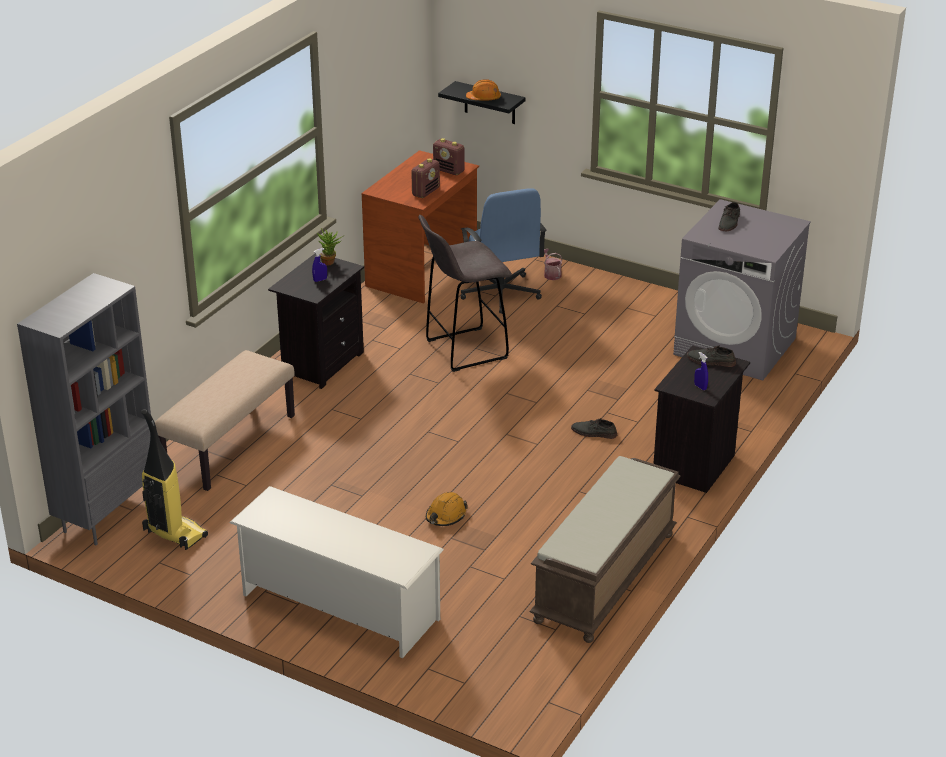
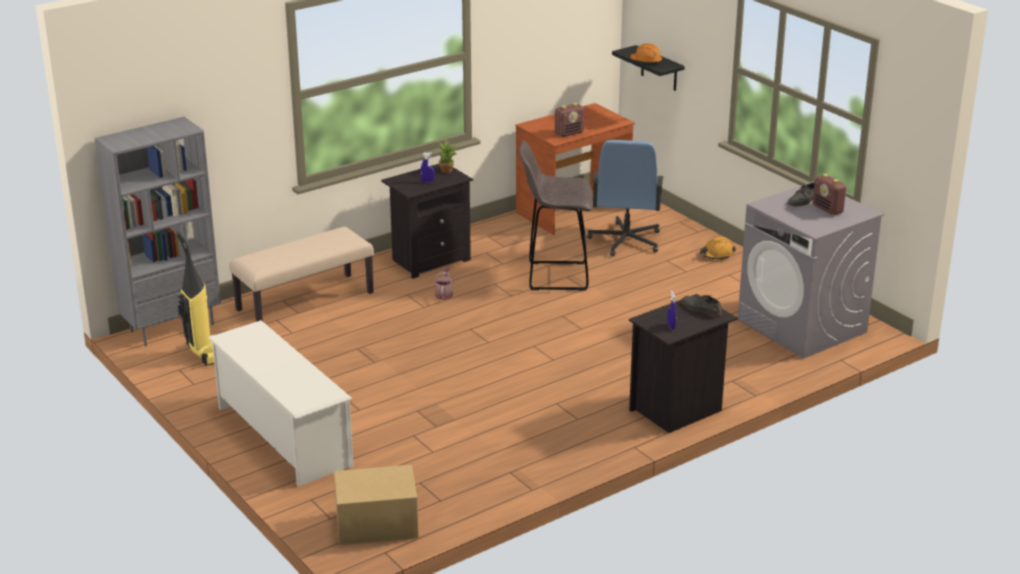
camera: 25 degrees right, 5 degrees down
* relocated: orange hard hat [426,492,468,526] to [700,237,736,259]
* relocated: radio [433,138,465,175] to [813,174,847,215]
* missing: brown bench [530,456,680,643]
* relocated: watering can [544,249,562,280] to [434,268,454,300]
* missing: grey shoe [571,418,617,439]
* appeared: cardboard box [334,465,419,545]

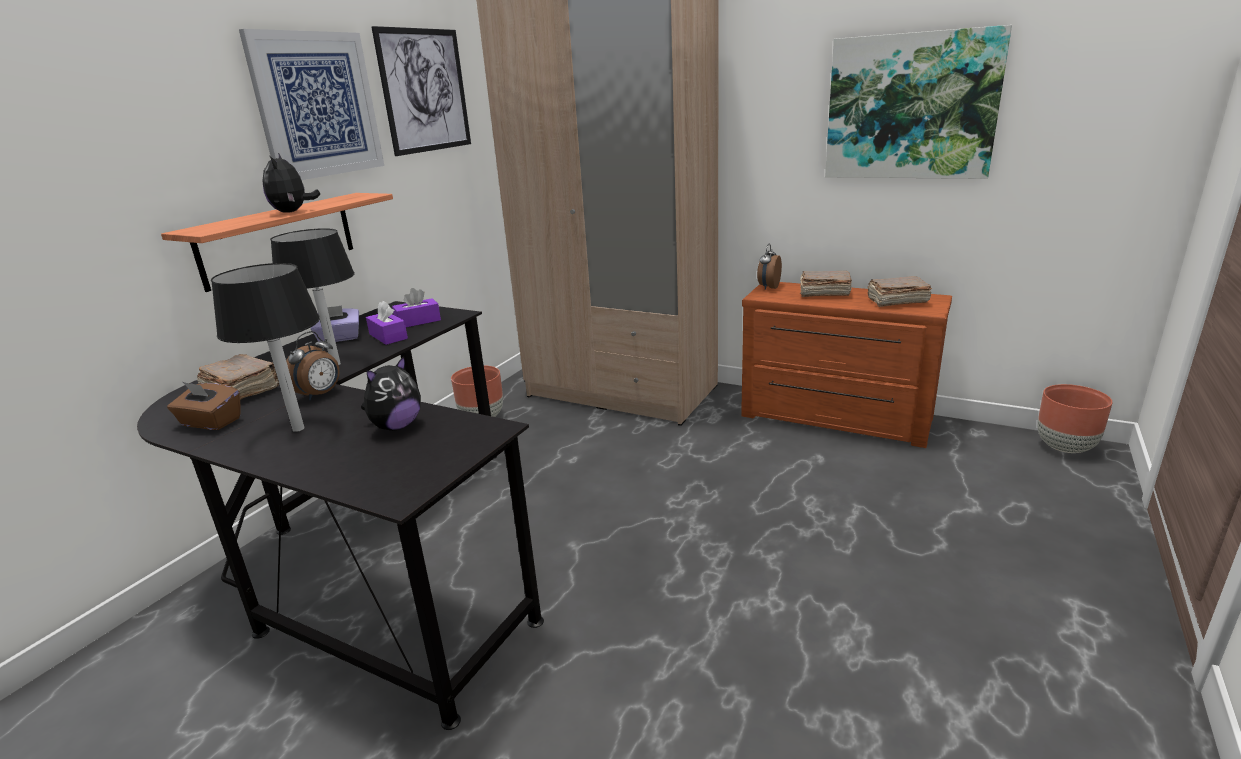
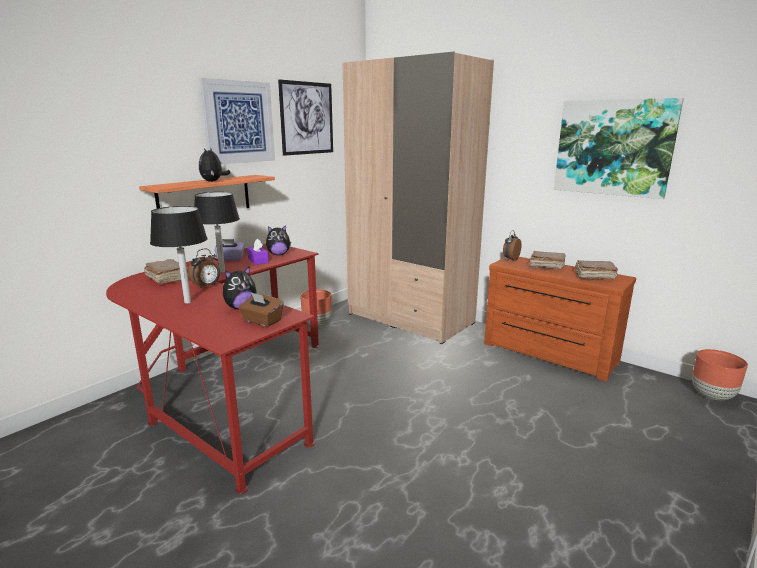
camera: 10 degrees right, 5 degrees down
* colour: black desk [137,301,544,730] to red desk [106,244,319,494]
* relocated: brown tissue box [167,382,240,430] to [238,292,284,327]
* exchanged: purple tissue box [392,288,441,327] to plush toy [266,225,291,255]

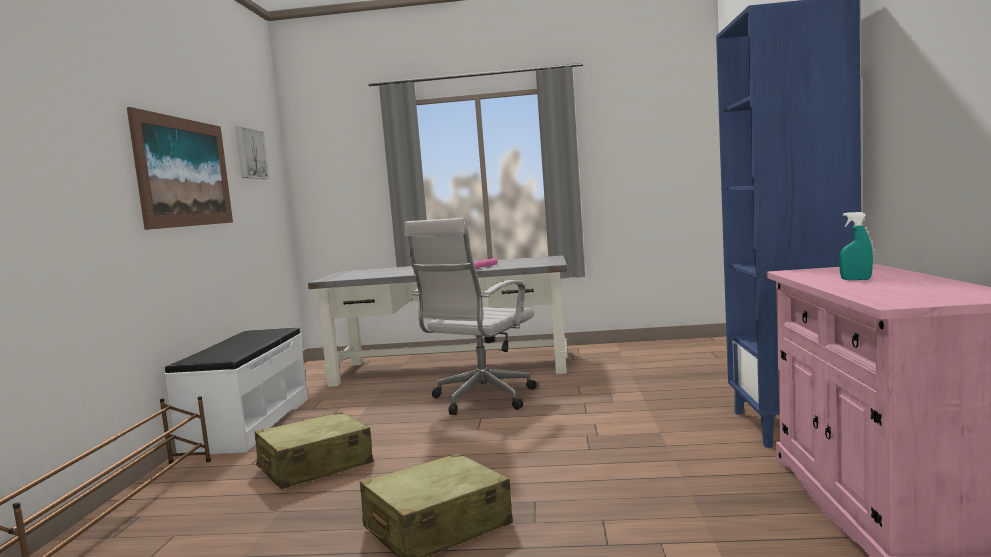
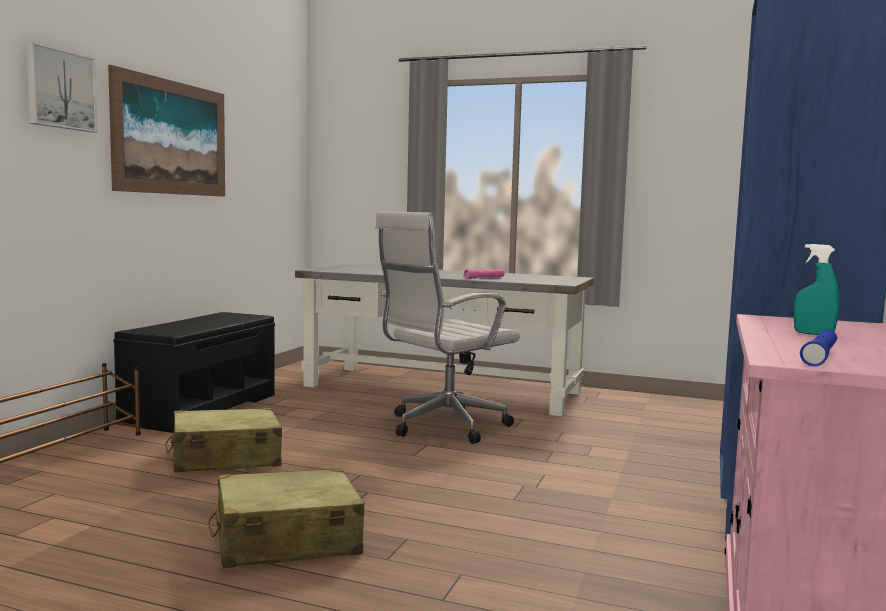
camera: 15 degrees right, 0 degrees up
* colour: white bench [165,328,308,454] to black bench [113,312,275,433]
* relocated: picture [236,126,269,179] to [26,42,97,132]
* appeared: blue flashlight [800,330,837,366]

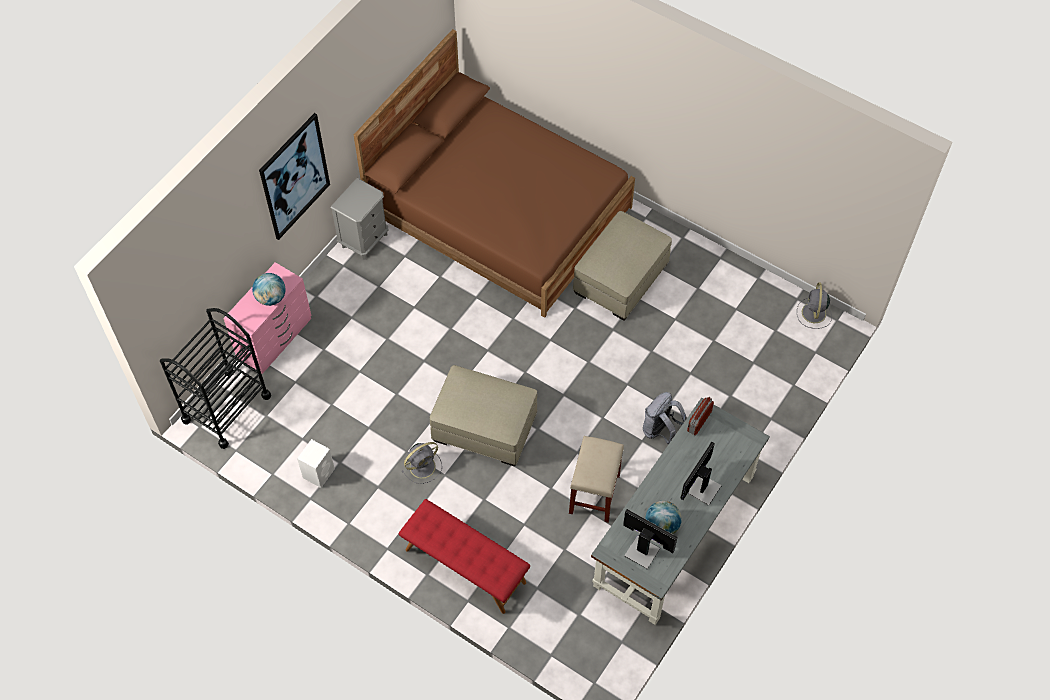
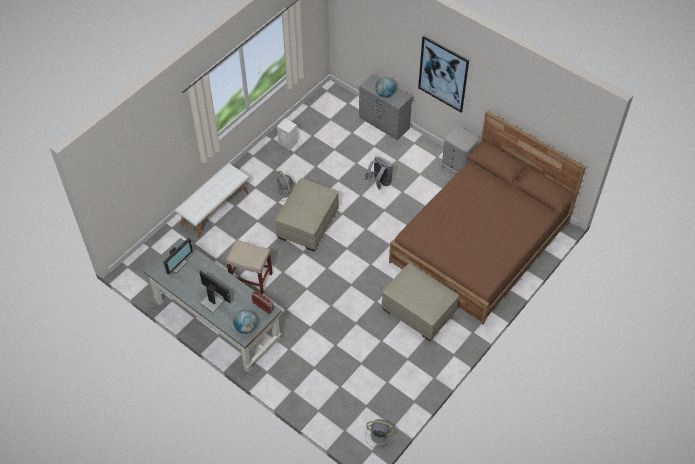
camera: 95 degrees right, 5 degrees down
* missing: black cart [160,308,271,449]
* colour: pink dresser [223,262,312,374] to grey dresser [359,74,412,141]
* colour: red bench [399,499,530,614] to white bench [175,163,249,238]
* relocated: grey backpack [643,392,687,445] to [365,156,393,190]
* relocated: globe [646,501,682,534] to [233,310,257,334]

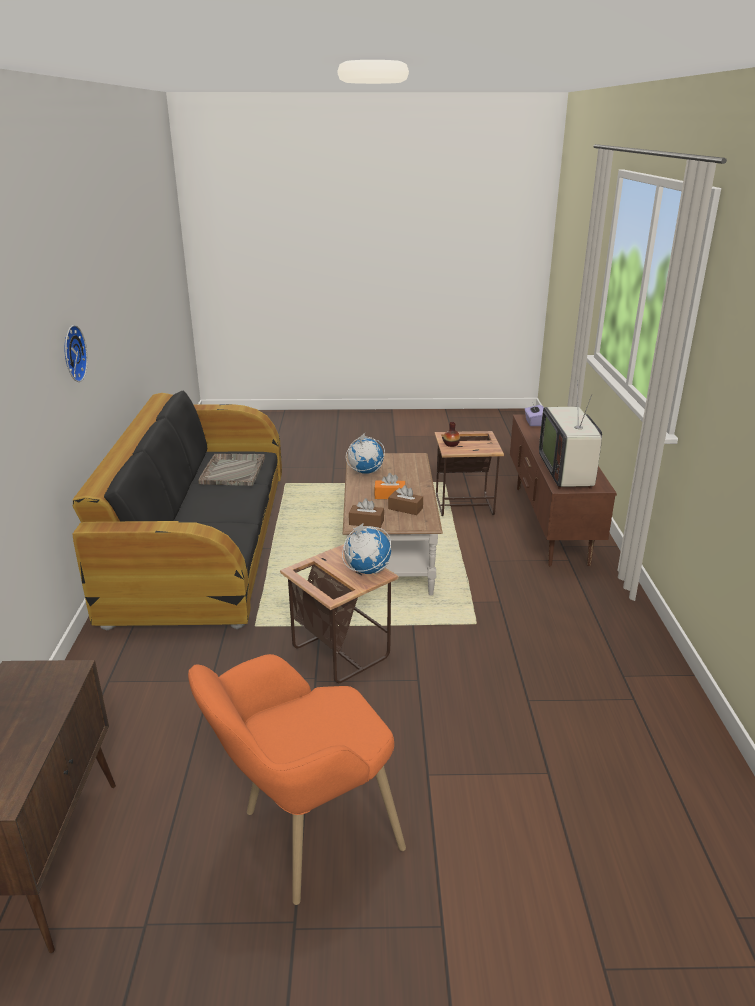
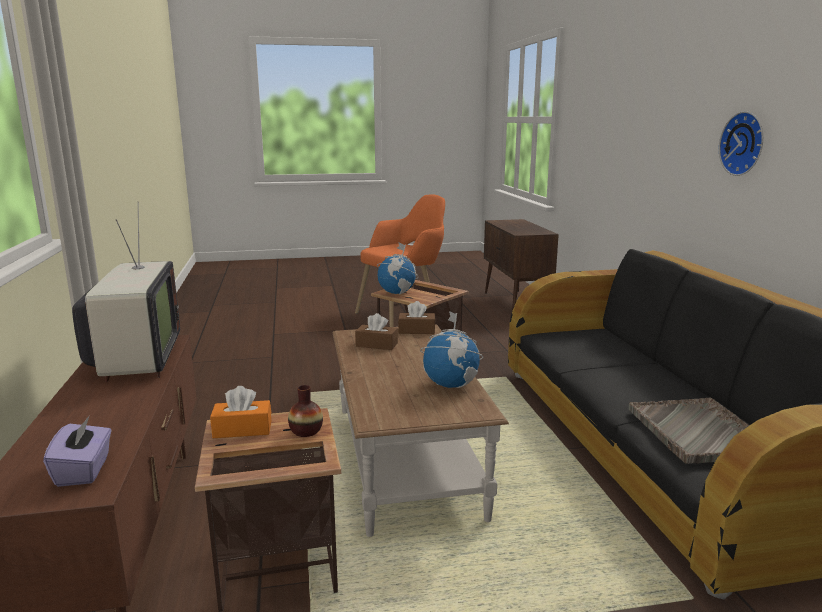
camera: 170 degrees right, 10 degrees down
* relocated: orange tissue box [374,473,405,499] to [210,386,271,438]

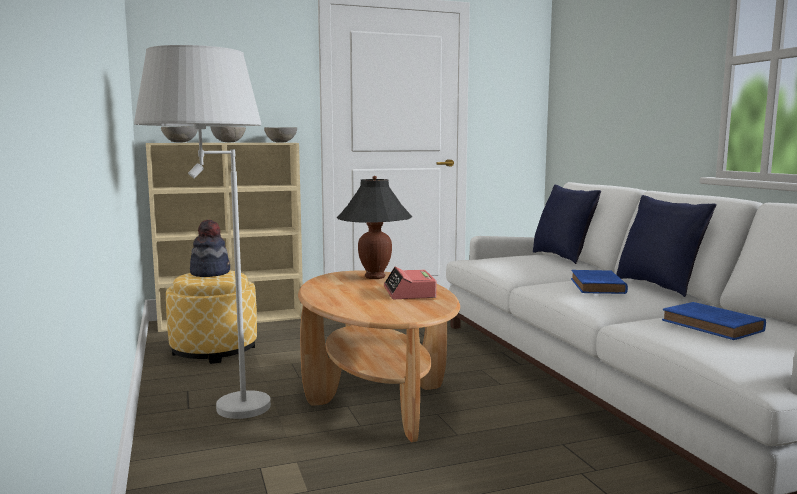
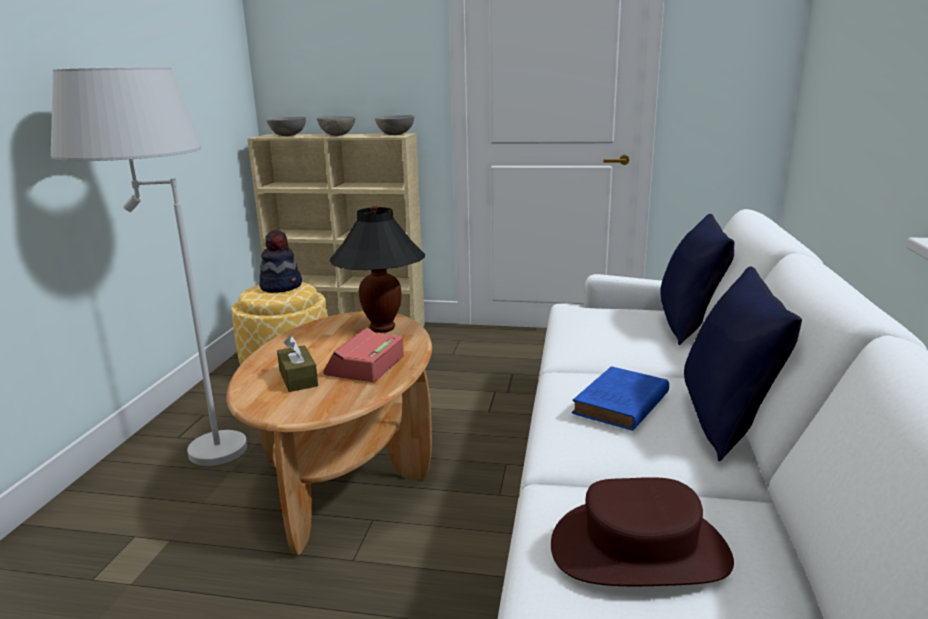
camera: 30 degrees right, 10 degrees up
* exchanged: blue book [662,302,766,340] to brown hat [551,477,734,586]
* appeared: brown tissue box [277,336,318,392]

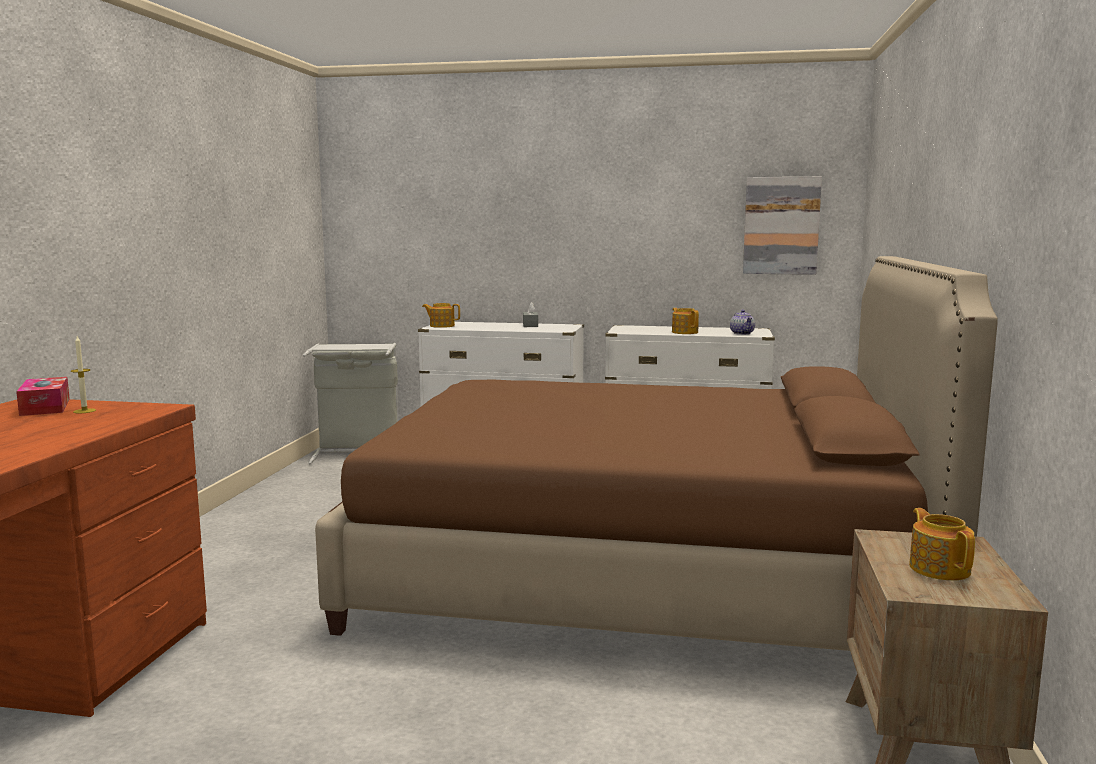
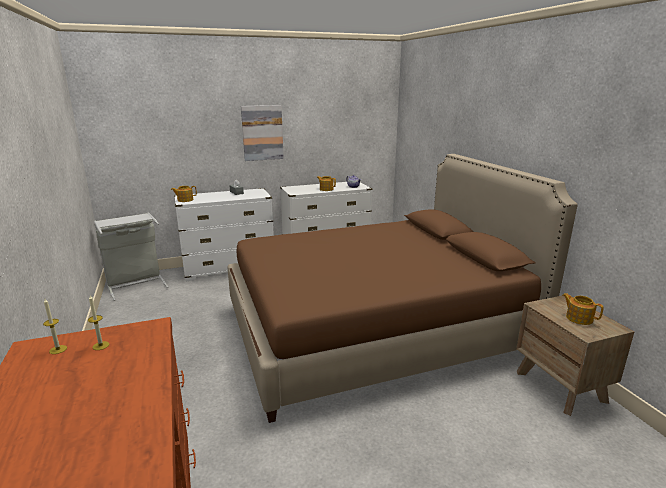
camera: 30 degrees left, 10 degrees up
* exchanged: tissue box [16,377,70,416] to candle [43,299,67,354]
* relocated: picture [743,177,822,275] to [241,105,284,161]

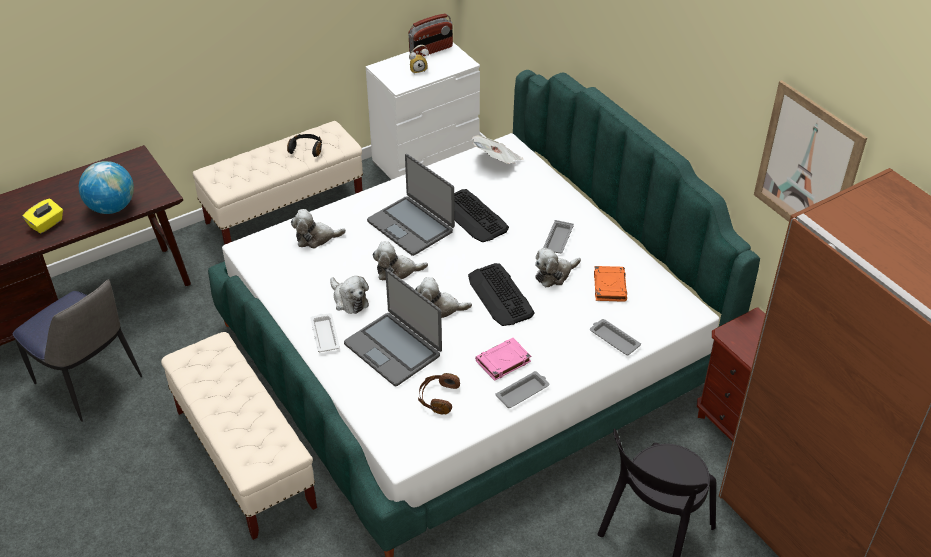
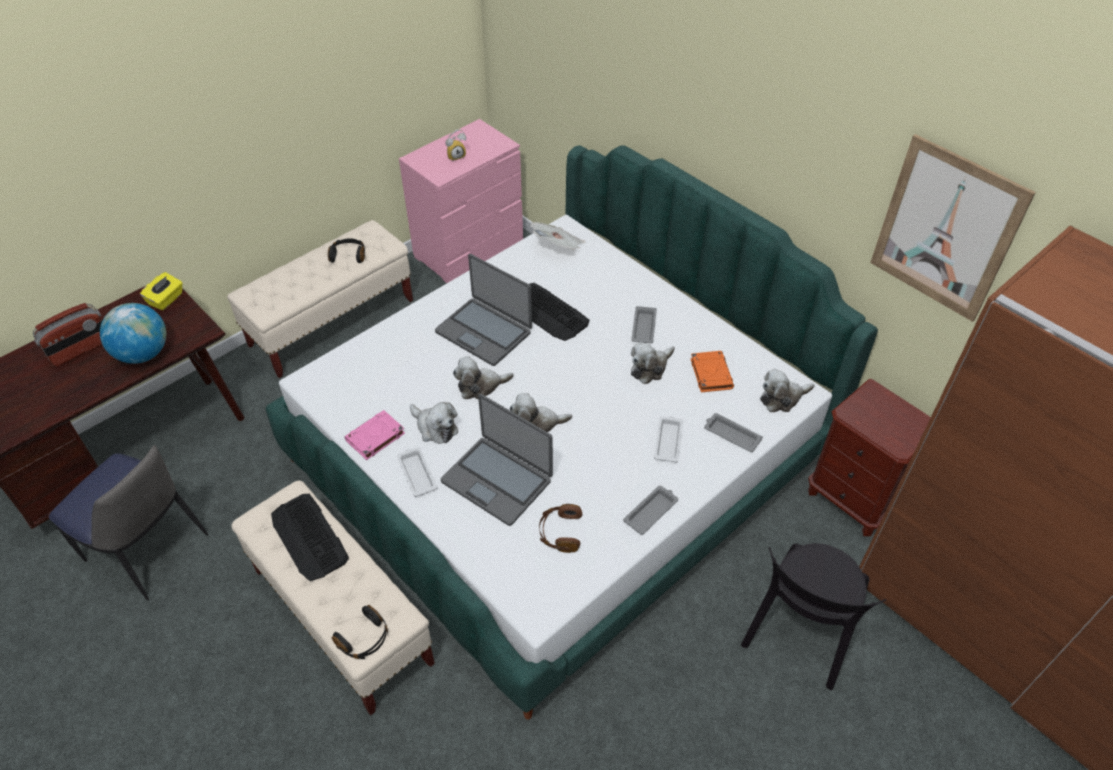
camera: 10 degrees left, 5 degrees up
* relocated: yellow tissue box [23,199,63,234] to [140,272,183,310]
* relocated: plush toy [291,209,346,248] to [760,369,814,412]
* colour: white dresser [366,42,480,180] to pink dresser [399,119,523,283]
* relocated: radio [408,13,453,56] to [33,303,102,367]
* relocated: keyboard [468,263,535,326] to [271,494,349,581]
* relocated: pink book [475,338,531,381] to [345,410,405,460]
* appeared: black headphones [332,605,388,659]
* appeared: white tray [654,416,683,462]

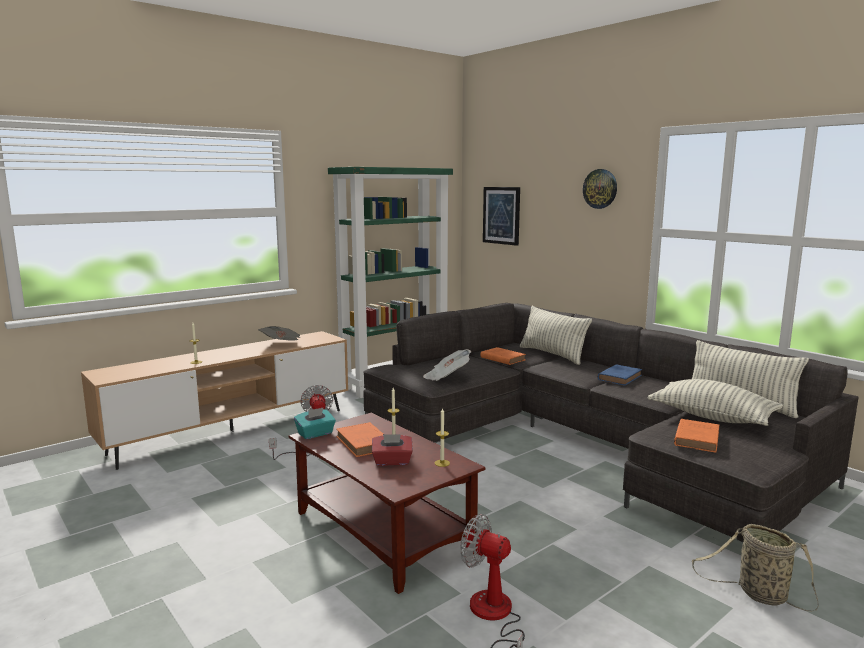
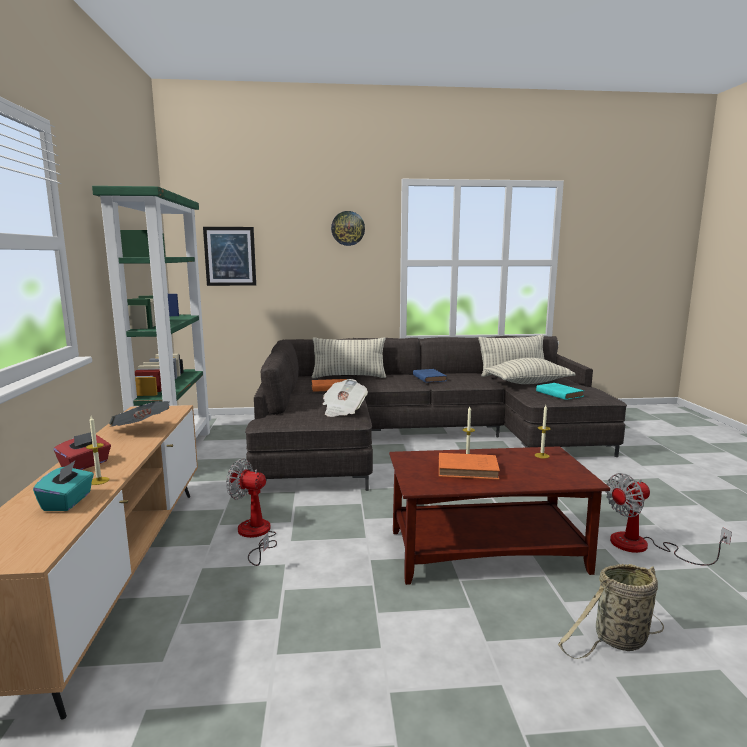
camera: 55 degrees left, 0 degrees up
* relocated: turquoise tissue box [294,407,336,439] to [33,461,94,511]
* relocated: red tissue box [372,434,413,466] to [54,432,111,470]
* colour: orange book [674,419,719,452] to turquoise book [536,383,584,400]
* relocated: basket [692,524,818,612] to [558,564,664,659]

